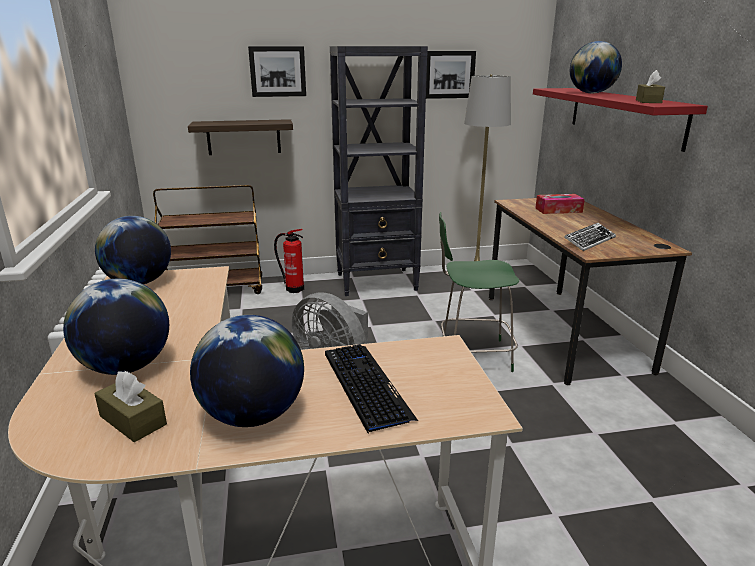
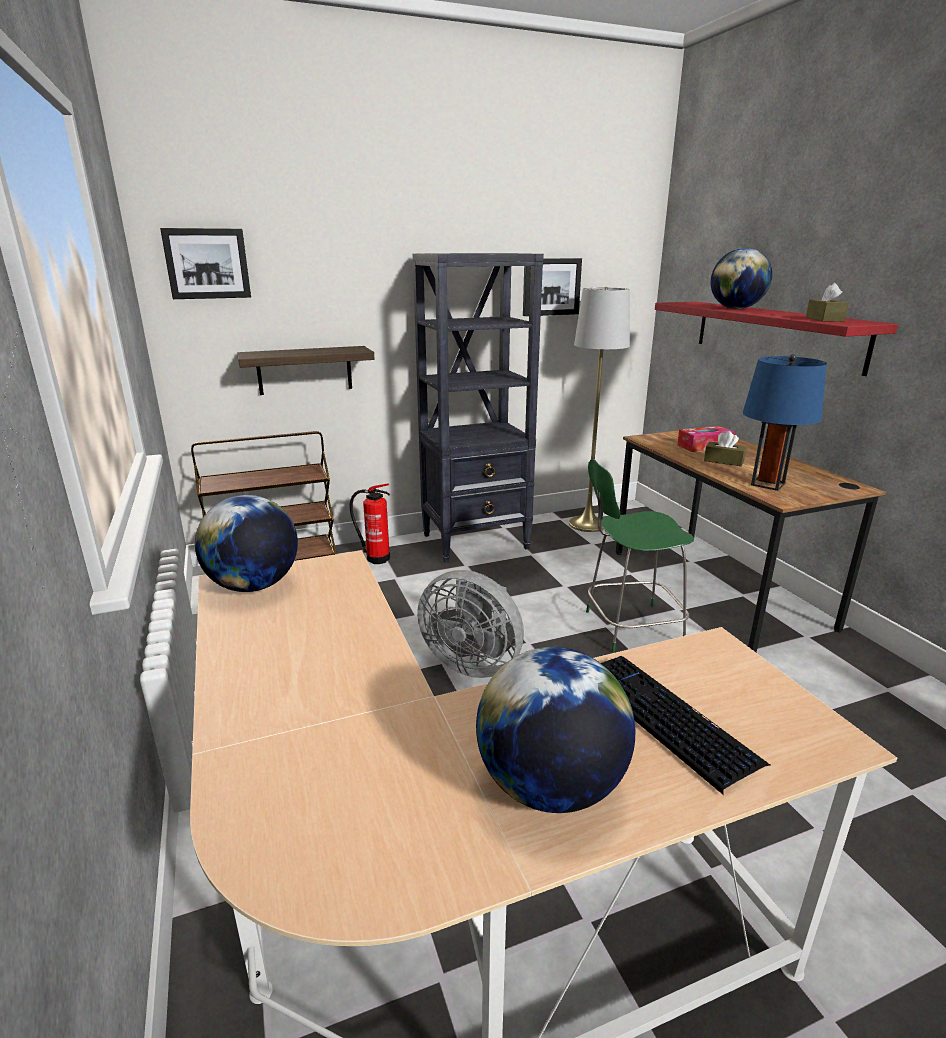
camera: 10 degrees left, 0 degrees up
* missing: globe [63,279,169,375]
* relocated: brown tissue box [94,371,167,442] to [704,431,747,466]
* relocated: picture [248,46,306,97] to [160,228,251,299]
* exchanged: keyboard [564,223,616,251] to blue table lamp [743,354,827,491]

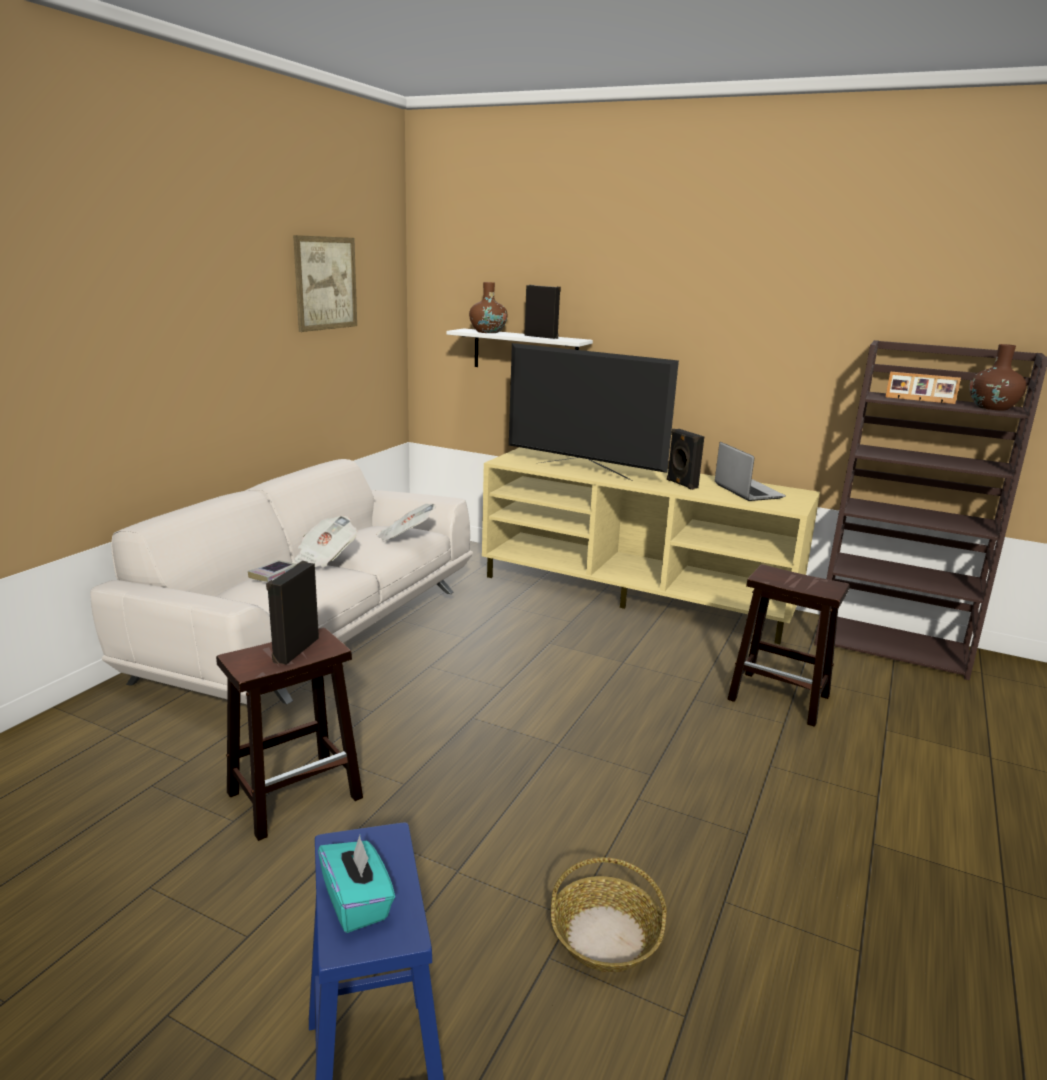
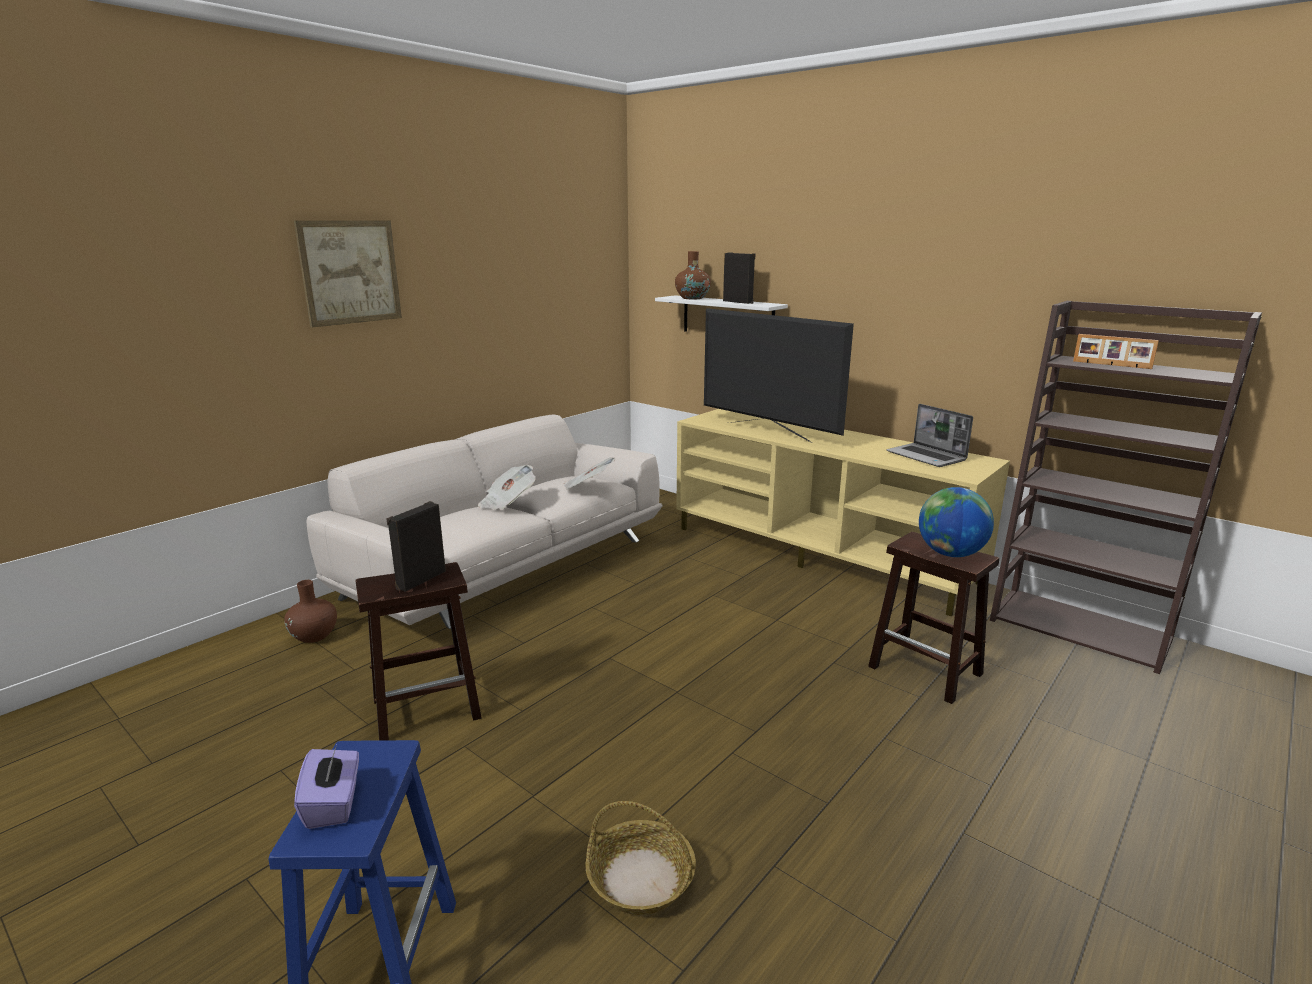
camera: 15 degrees right, 0 degrees up
* missing: book [248,560,297,582]
* relocated: picture [293,235,357,332] to [294,220,402,328]
* colour: turquoise tissue box [318,835,395,933] to purple tissue box [294,745,359,829]
* missing: black speaker [667,429,704,490]
* spun: laptop [715,442,786,501] = [886,404,973,467] 150 degrees clockwise
* relocated: brown vase [969,344,1027,410] to [284,580,337,643]
* appeared: globe [919,487,994,557]

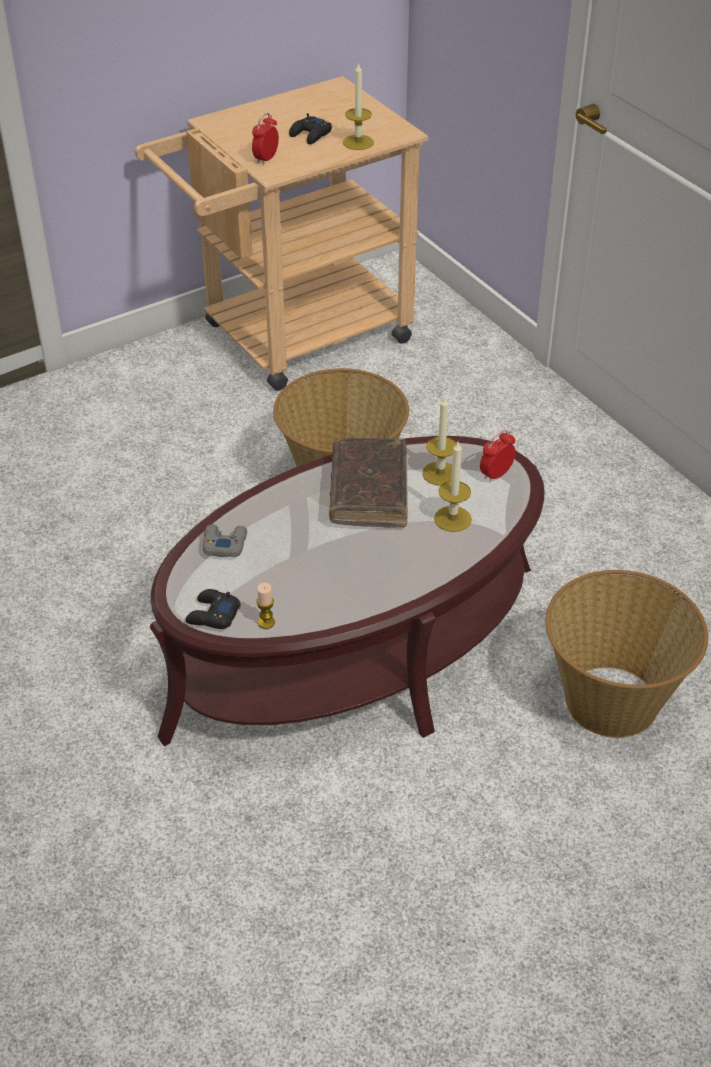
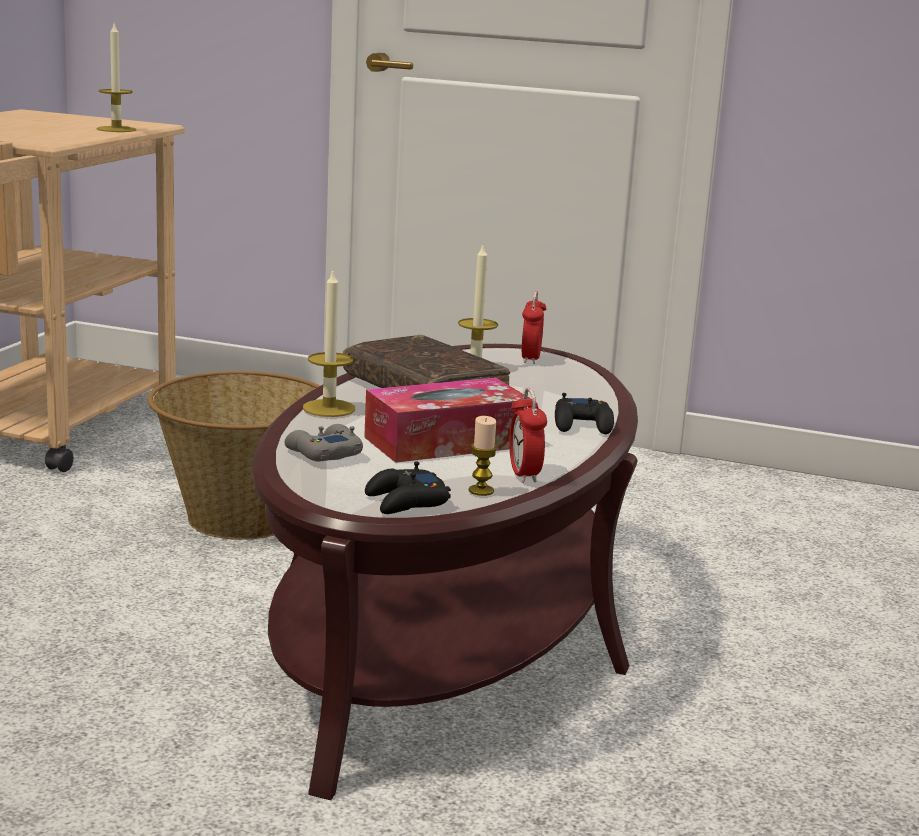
camera: 40 degrees left, 25 degrees down
* relocated: alarm clock [252,113,279,165] to [509,388,547,483]
* relocated: black game controller [289,113,332,144] to [555,393,614,434]
* relocated: candle [434,442,472,532] to [303,268,355,417]
* missing: basket [545,570,708,738]
* appeared: tissue box [364,378,532,463]

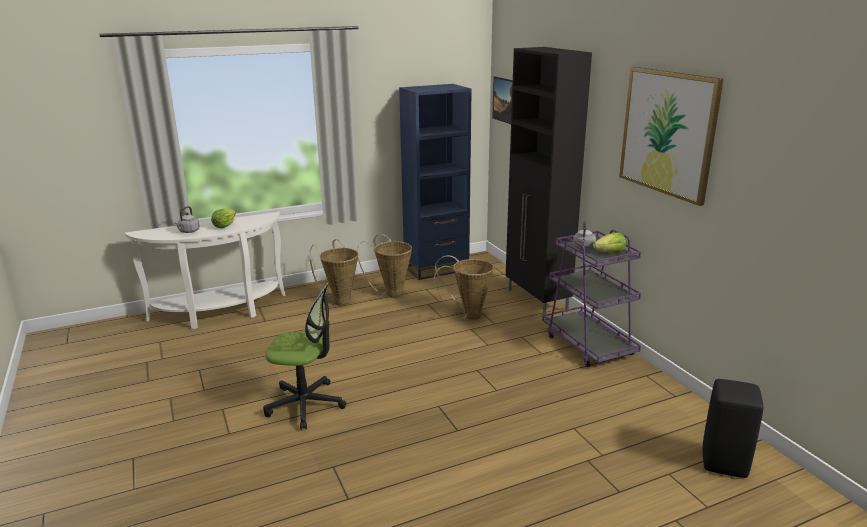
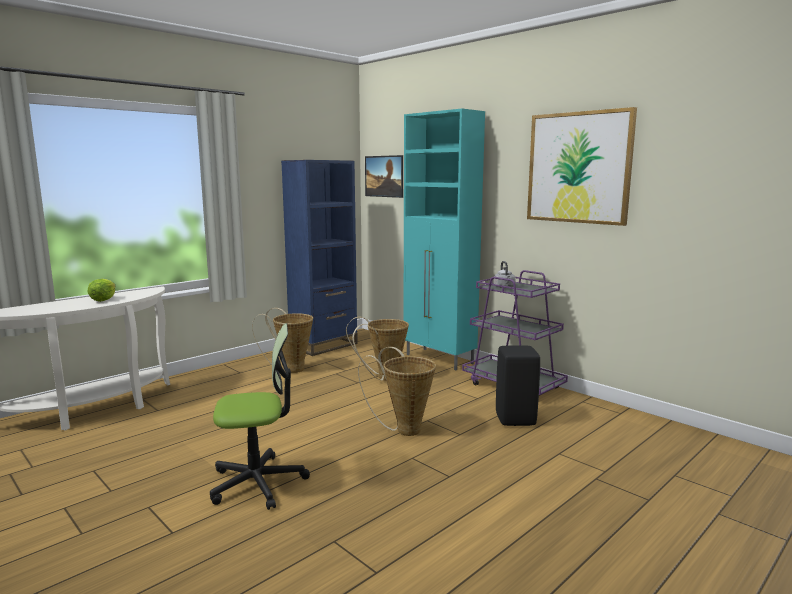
camera: 20 degrees left, 10 degrees down
* missing: grey kettle [174,206,200,233]
* relocated: basket [309,239,358,306] to [358,347,436,436]
* colour: black cabinet [506,47,592,315] to turquoise cabinet [403,109,485,370]
* missing: lettuce [593,233,626,253]
* relocated: black stool [703,379,763,478] to [496,345,540,426]

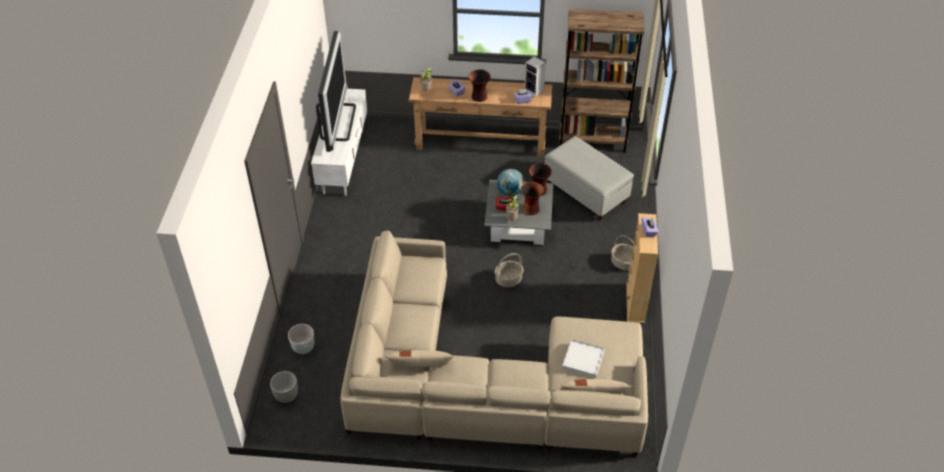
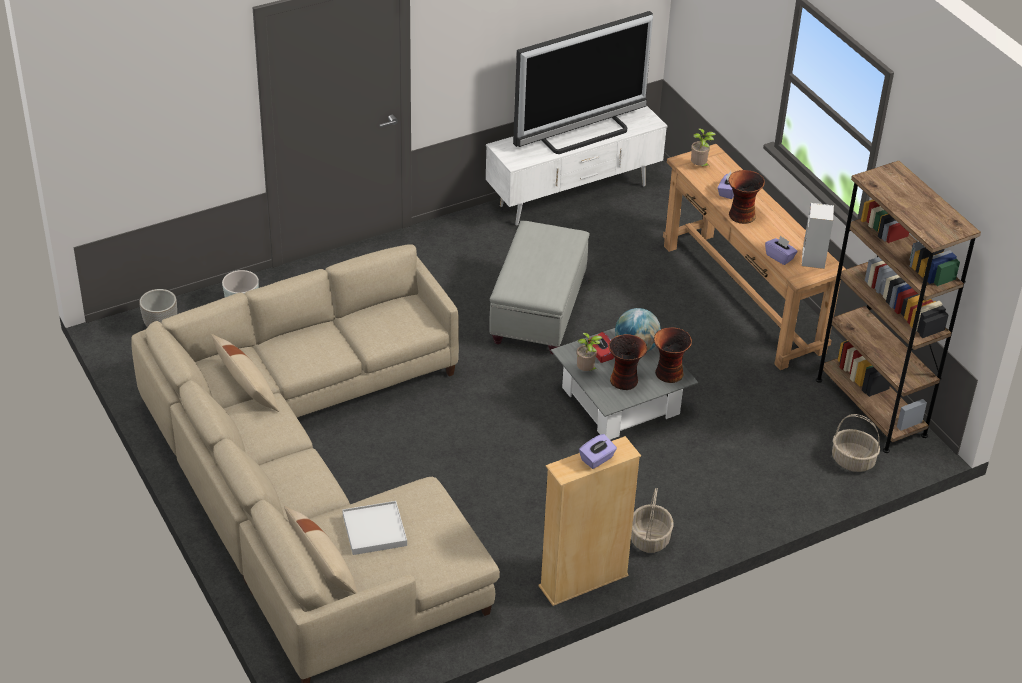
camera: 55 degrees right, 5 degrees down
* relocated: basket [495,253,523,287] to [832,414,880,472]
* relocated: grey ottoman [545,136,634,221] to [489,221,590,355]

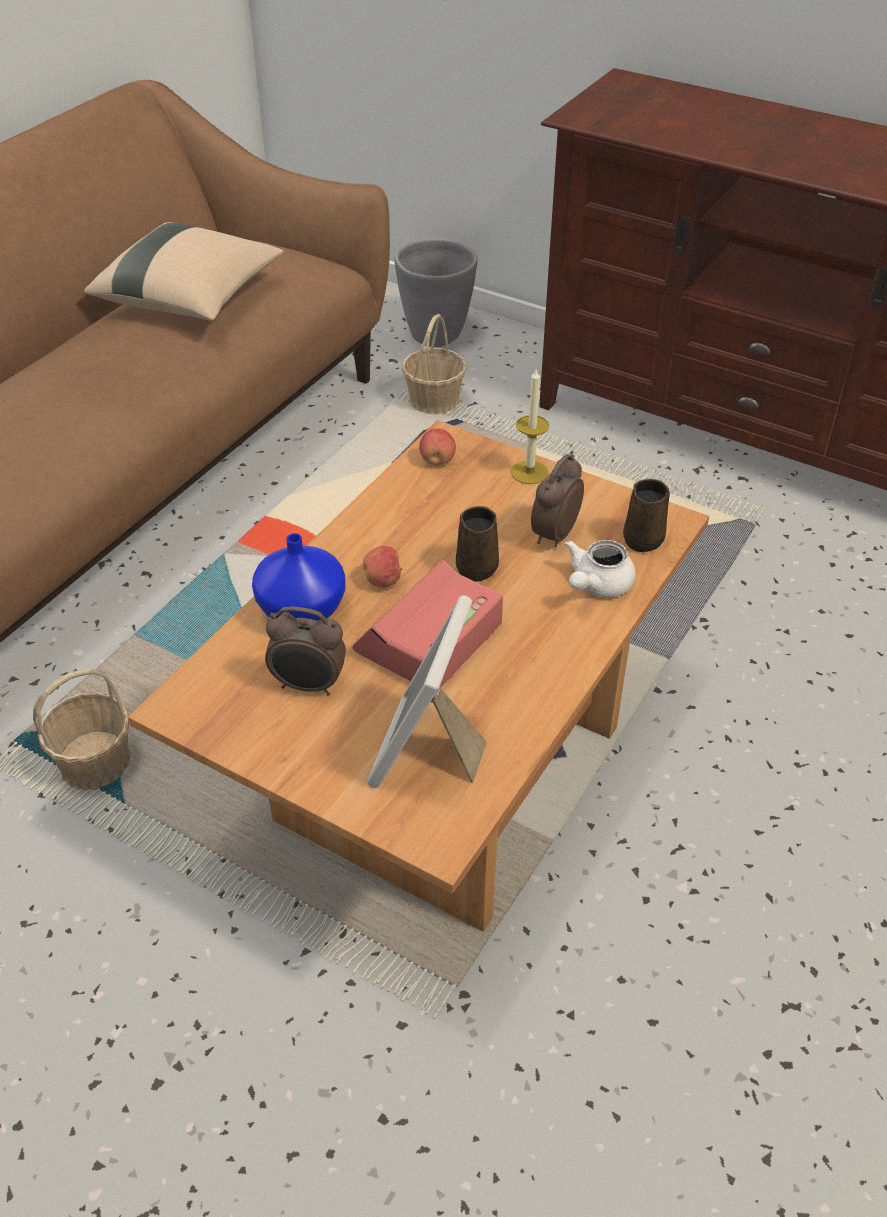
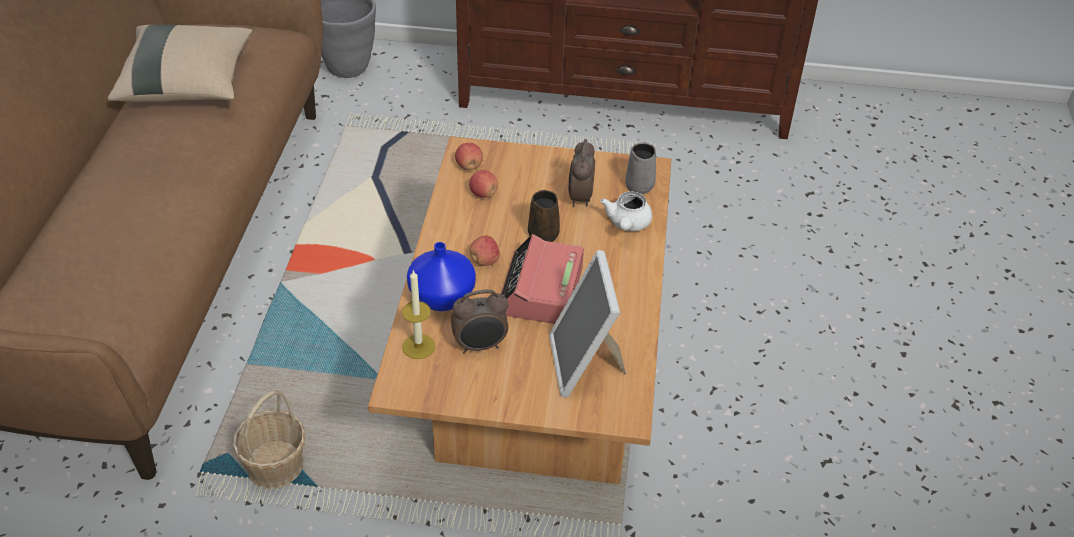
camera: 25 degrees left, 0 degrees up
* missing: basket [402,314,467,414]
* relocated: candle [511,367,549,484] to [402,269,435,359]
* colour: brown mug [623,479,670,553] to grey mug [625,142,656,195]
* appeared: apple [469,170,498,198]

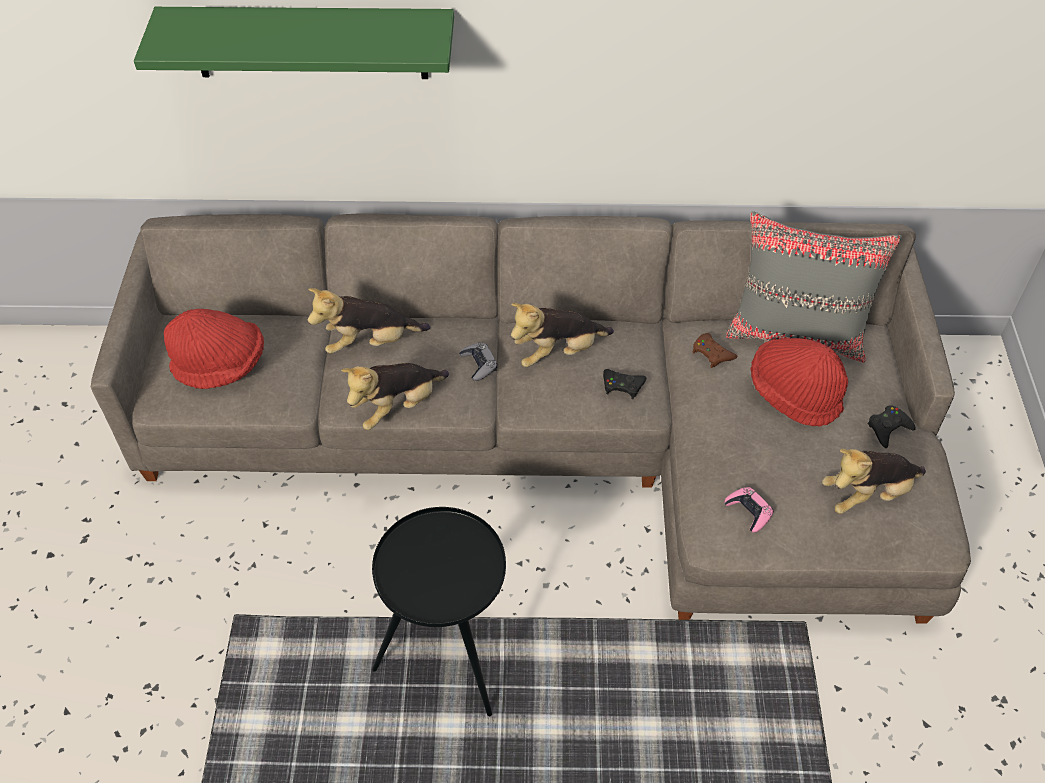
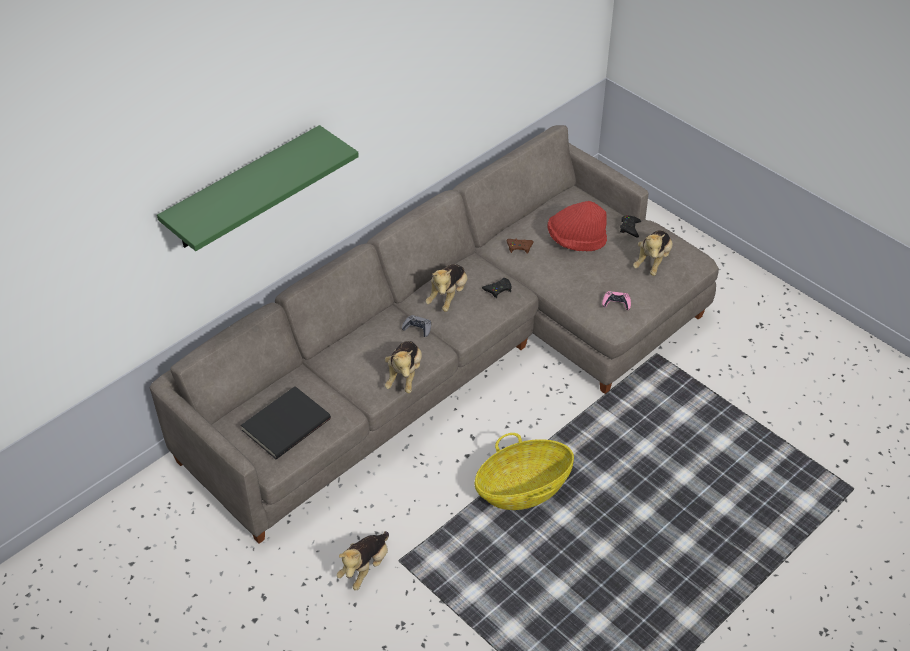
camera: 45 degrees left, 5 degrees down
* exchanged: red hat [164,309,264,389] to black book [241,386,331,459]
* relocated: plush toy [308,288,430,354] to [336,531,389,590]
* exchanged: black side table [372,507,506,716] to basket [475,433,574,510]
* missing: grey pillow [726,211,902,362]

